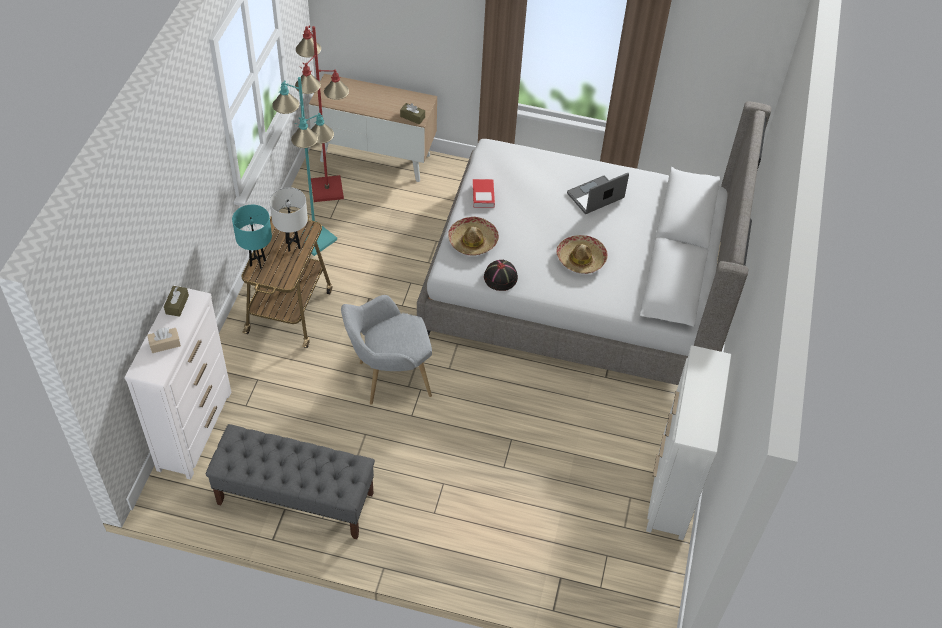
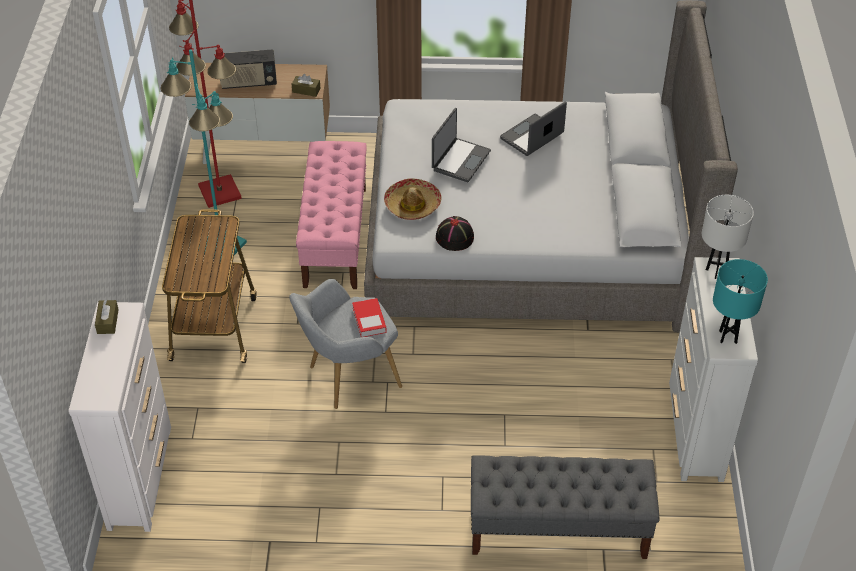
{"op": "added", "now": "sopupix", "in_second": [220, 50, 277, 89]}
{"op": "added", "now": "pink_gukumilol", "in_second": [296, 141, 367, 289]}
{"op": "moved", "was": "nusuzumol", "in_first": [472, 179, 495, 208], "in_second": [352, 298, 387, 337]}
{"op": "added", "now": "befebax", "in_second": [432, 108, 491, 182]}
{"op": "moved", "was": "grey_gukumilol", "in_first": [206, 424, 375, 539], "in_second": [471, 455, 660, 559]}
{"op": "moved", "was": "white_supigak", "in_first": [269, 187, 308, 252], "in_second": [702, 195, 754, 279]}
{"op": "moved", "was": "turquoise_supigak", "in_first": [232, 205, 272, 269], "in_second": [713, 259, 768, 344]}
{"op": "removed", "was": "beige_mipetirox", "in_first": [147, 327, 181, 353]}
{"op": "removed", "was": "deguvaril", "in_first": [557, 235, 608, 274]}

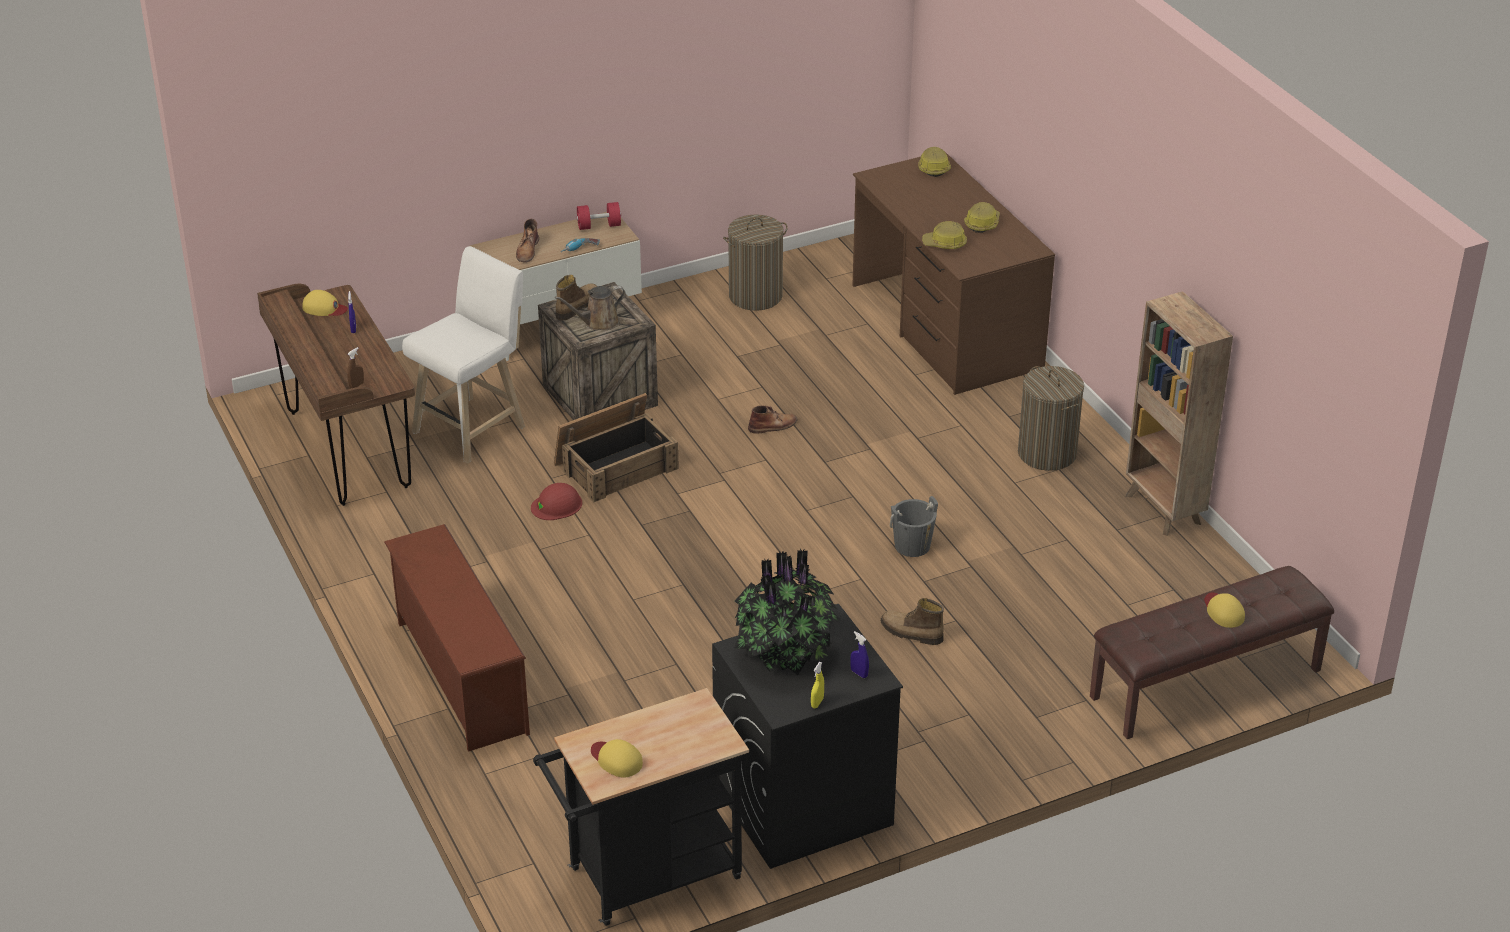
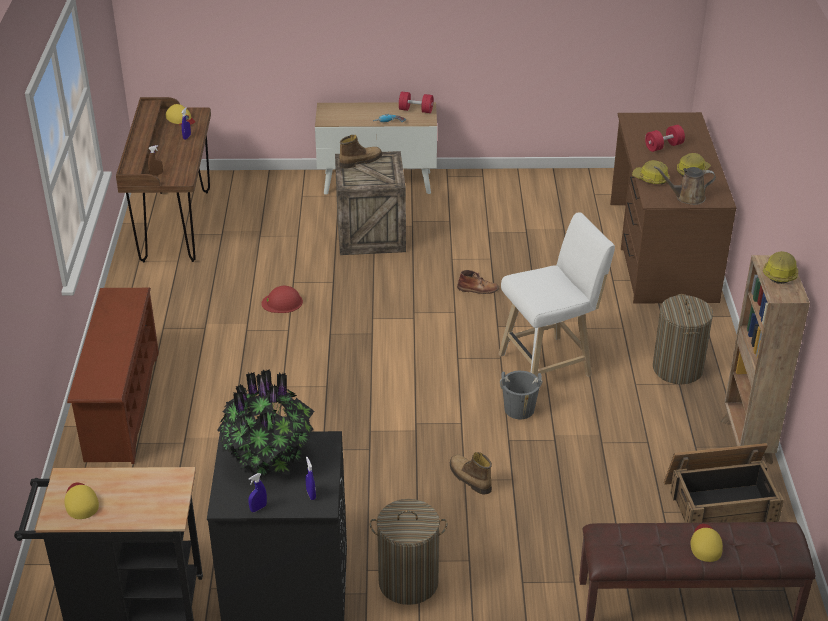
{"op": "recoloured", "was": "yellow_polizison", "now": "blue_polizison", "in_first": [811, 662, 824, 708], "in_second": [248, 473, 267, 512]}
{"op": "moved", "was": "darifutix", "in_first": [723, 215, 788, 311], "in_second": [370, 499, 447, 605]}
{"op": "moved", "was": "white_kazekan", "in_first": [402, 246, 525, 464], "in_second": [498, 212, 615, 376]}
{"op": "added", "now": "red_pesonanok", "in_second": [645, 125, 685, 152]}
{"op": "moved", "was": "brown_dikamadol", "in_first": [555, 285, 626, 330], "in_second": [654, 166, 716, 205]}
{"op": "moved", "was": "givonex", "in_first": [554, 393, 679, 502], "in_second": [664, 443, 784, 523]}
{"op": "moved", "was": "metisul", "in_first": [918, 147, 951, 177], "in_second": [763, 251, 798, 284]}
{"op": "removed", "was": "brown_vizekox", "in_first": [516, 219, 539, 262]}

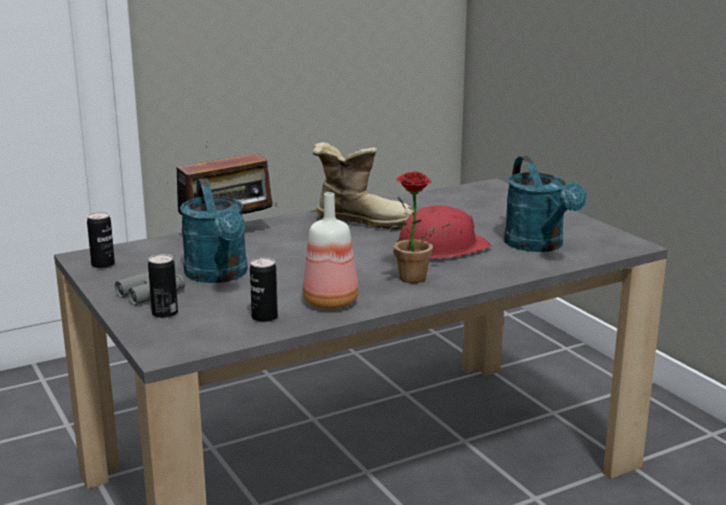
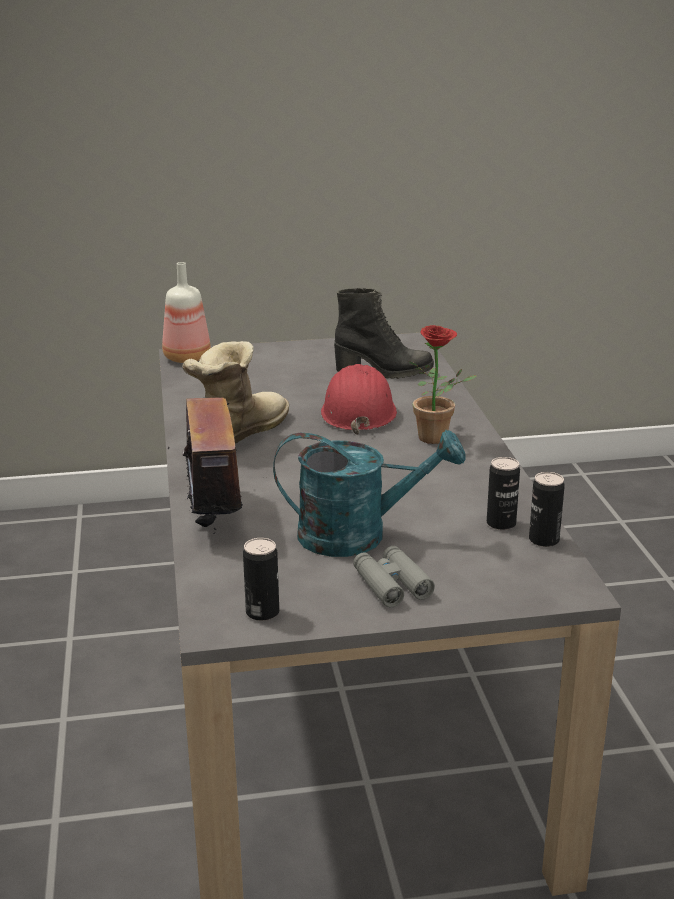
{"op": "moved", "was": "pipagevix", "in_first": [303, 192, 359, 309], "in_second": [162, 262, 211, 363]}
{"op": "replaced", "was": "turquoise_dikamadol", "now": "black_vizekox", "in_first": [504, 156, 587, 252], "in_second": [334, 288, 434, 379]}
{"op": "moved", "was": "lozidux", "in_first": [148, 254, 178, 318], "in_second": [529, 472, 565, 547]}

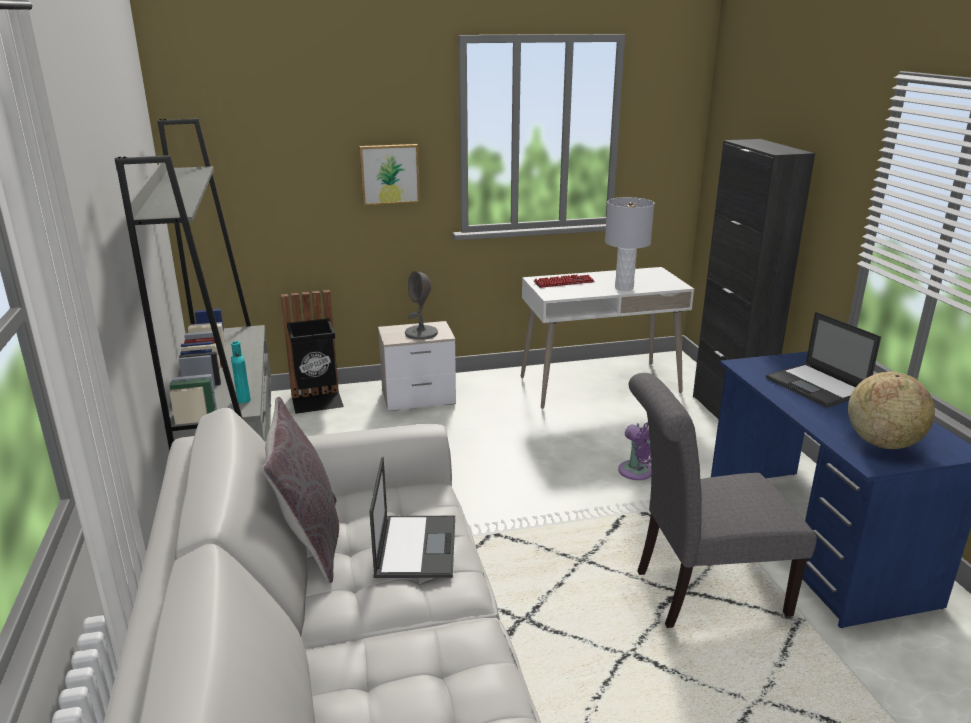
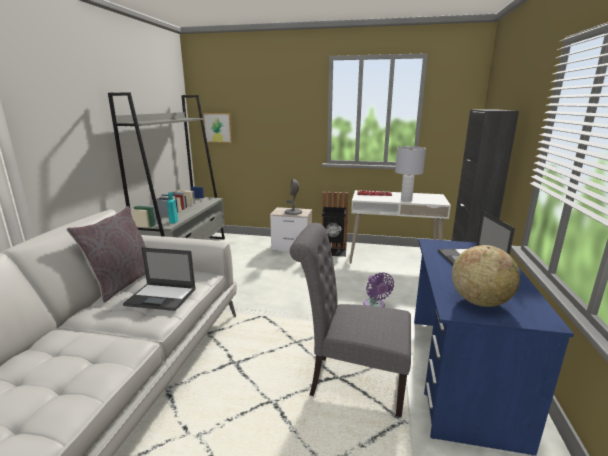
{"op": "turned", "was": "befebax", "in_first": [370, 456, 455, 578], "in_second": [123, 248, 196, 311], "clockwise": 75}
{"op": "moved", "was": "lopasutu", "in_first": [359, 144, 420, 205], "in_second": [203, 113, 233, 143]}
{"op": "moved", "was": "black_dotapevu", "in_first": [281, 290, 344, 414], "in_second": [322, 192, 348, 257]}

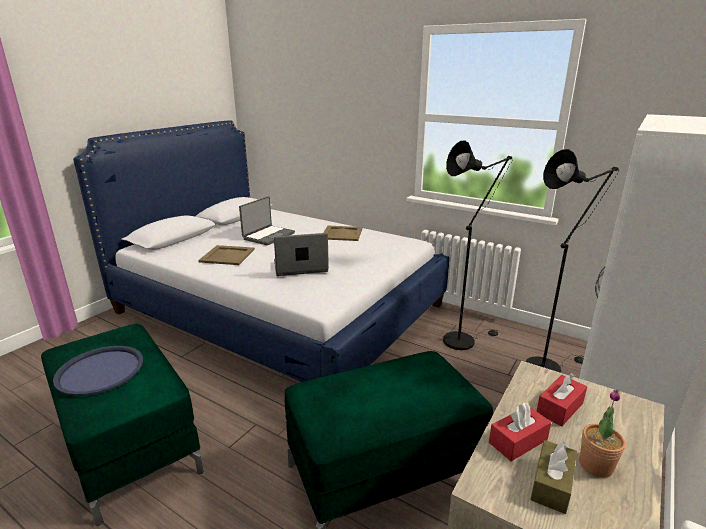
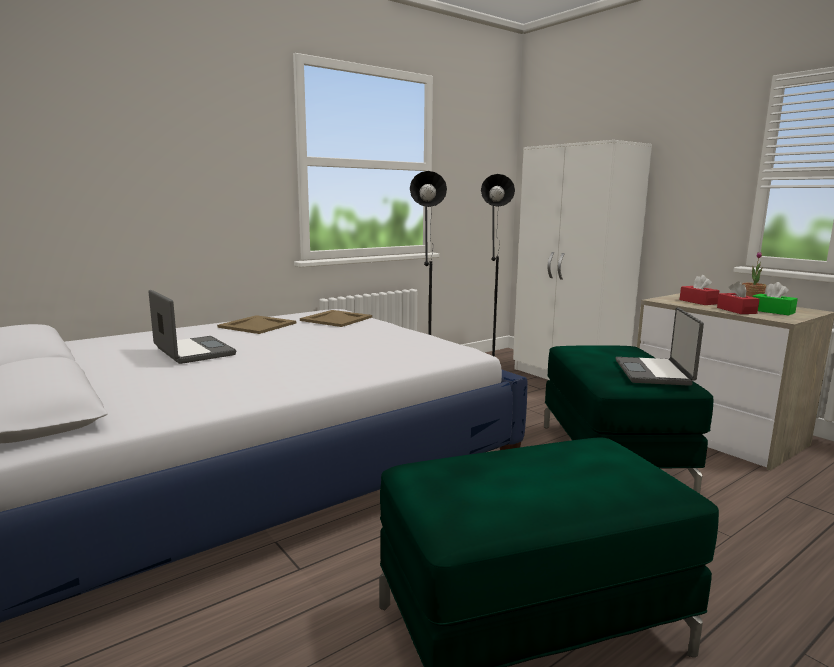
{"op": "moved", "was": "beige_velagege", "in_first": [198, 245, 255, 265], "in_second": [300, 310, 372, 327]}
{"op": "moved", "was": "befebax", "in_first": [274, 233, 329, 276], "in_second": [615, 307, 704, 386]}
{"op": "recoloured", "was": "brown_mipetirox", "now": "green_mipetirox", "in_first": [530, 440, 577, 514], "in_second": [753, 282, 798, 315]}
{"op": "removed", "was": "blue_velagege", "in_first": [53, 346, 143, 396]}

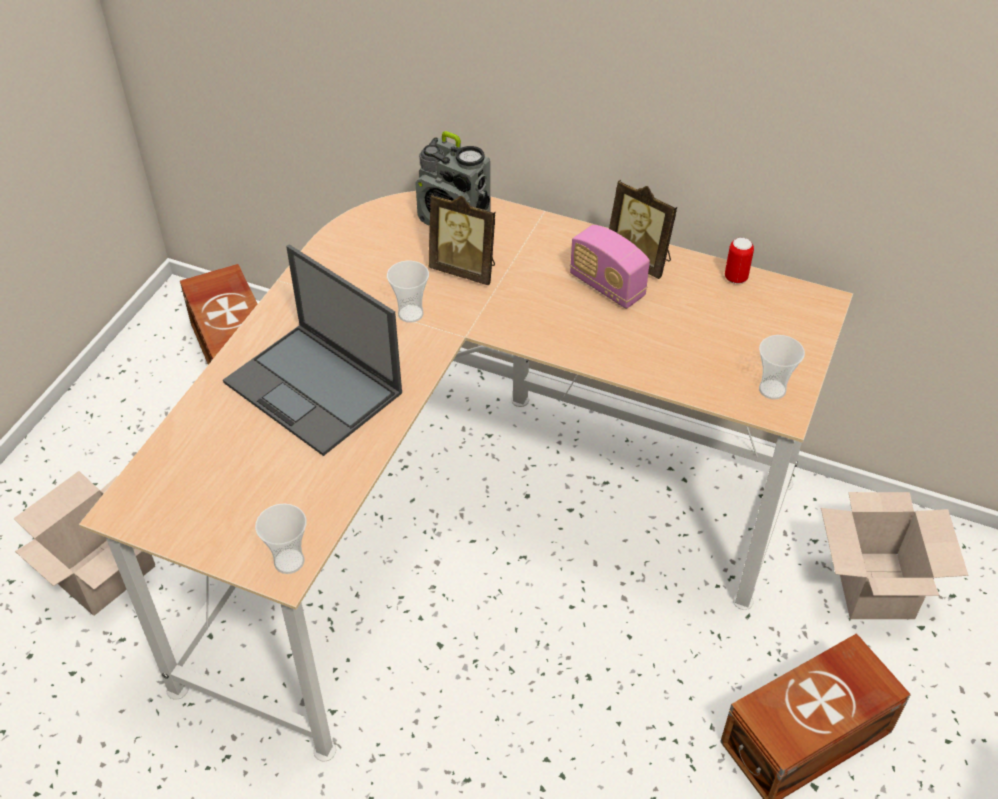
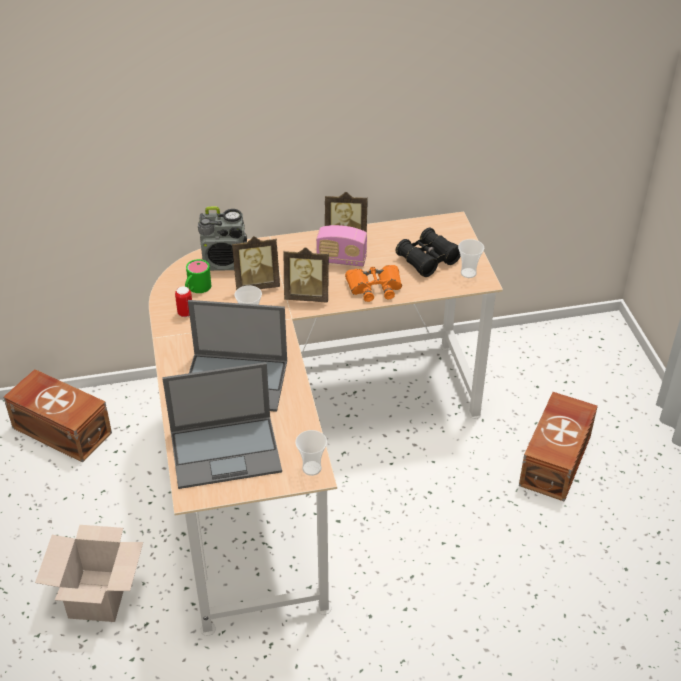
{"op": "added", "now": "befebax", "in_second": [162, 362, 282, 489]}
{"op": "moved", "was": "lozidux", "in_first": [725, 238, 754, 284], "in_second": [175, 286, 192, 317]}
{"op": "added", "now": "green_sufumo", "in_second": [185, 259, 211, 293]}
{"op": "added", "now": "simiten", "in_second": [283, 247, 329, 302]}
{"op": "added", "now": "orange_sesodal", "in_second": [345, 265, 402, 302]}
{"op": "added", "now": "black_sesodal", "in_second": [396, 228, 461, 277]}
{"op": "removed", "was": "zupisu", "in_first": [821, 492, 968, 619]}

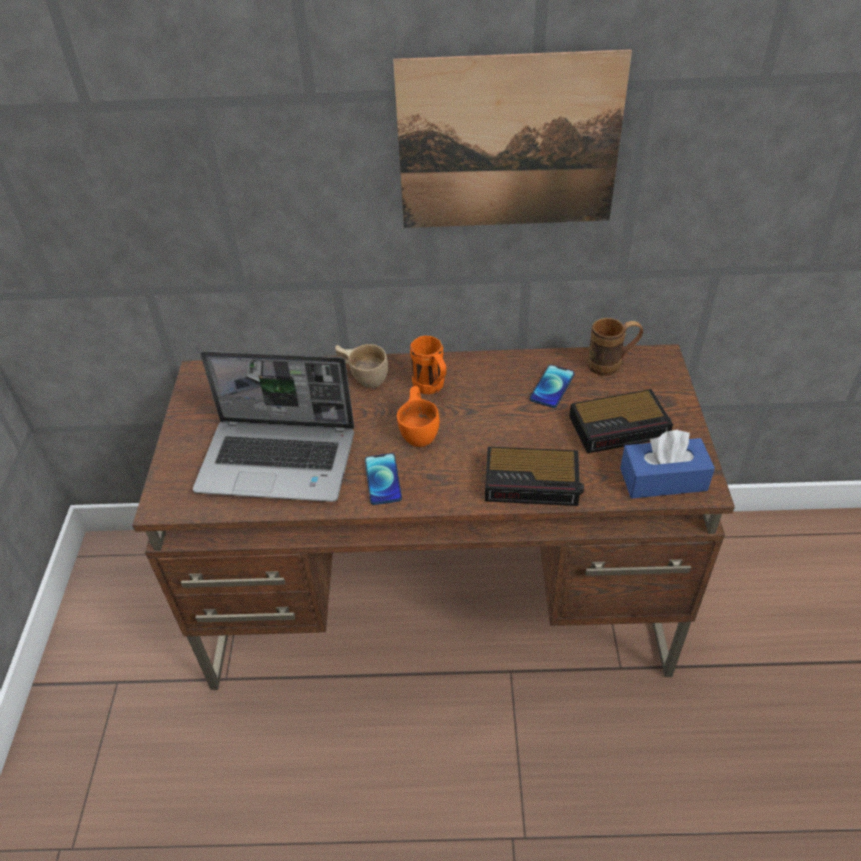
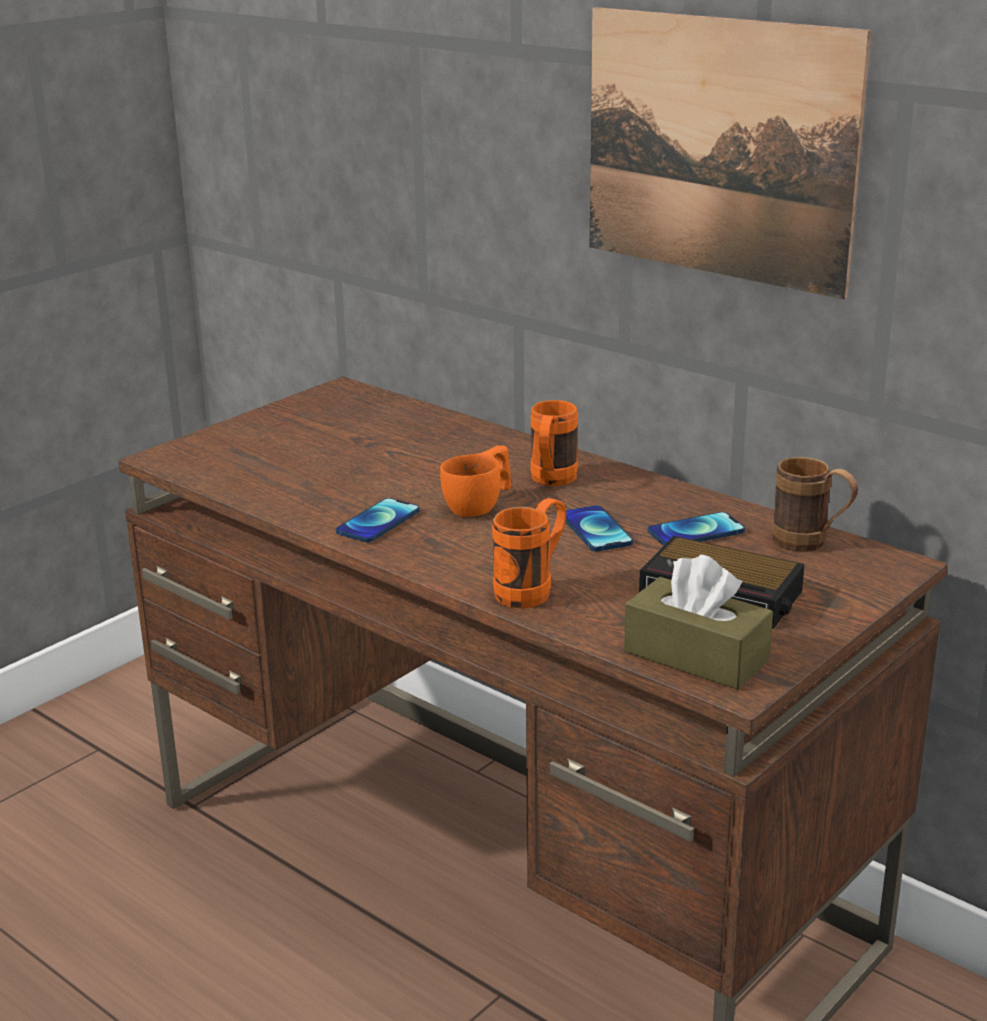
{"op": "replaced", "was": "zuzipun", "now": "orange_sufumo", "in_first": [485, 447, 584, 506], "in_second": [492, 498, 566, 609]}
{"op": "added", "now": "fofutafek", "in_second": [566, 505, 633, 551]}
{"op": "recoloured", "was": "blue_mipetirox", "now": "brown_mipetirox", "in_first": [620, 430, 715, 498], "in_second": [624, 555, 773, 690]}
{"op": "removed", "was": "befebax", "in_first": [193, 351, 354, 502]}
{"op": "removed", "was": "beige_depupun", "in_first": [335, 344, 388, 388]}

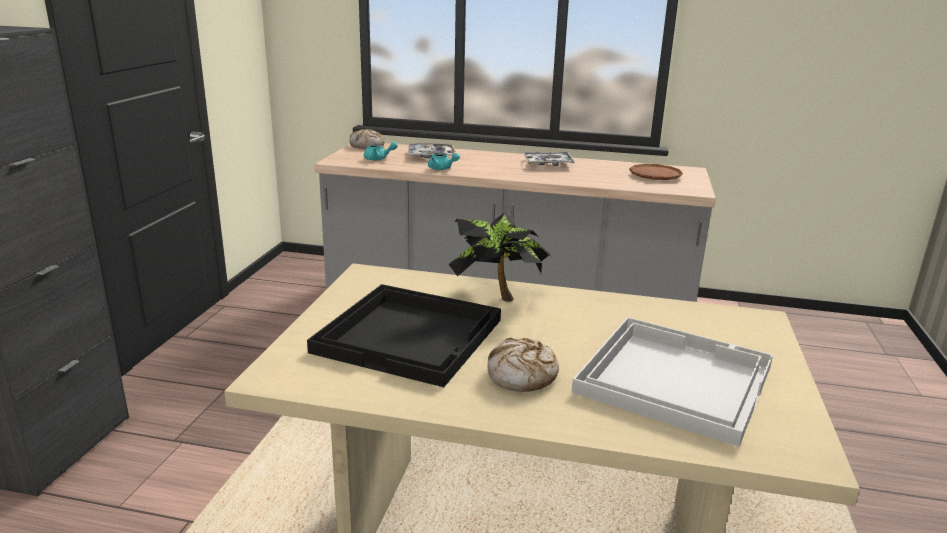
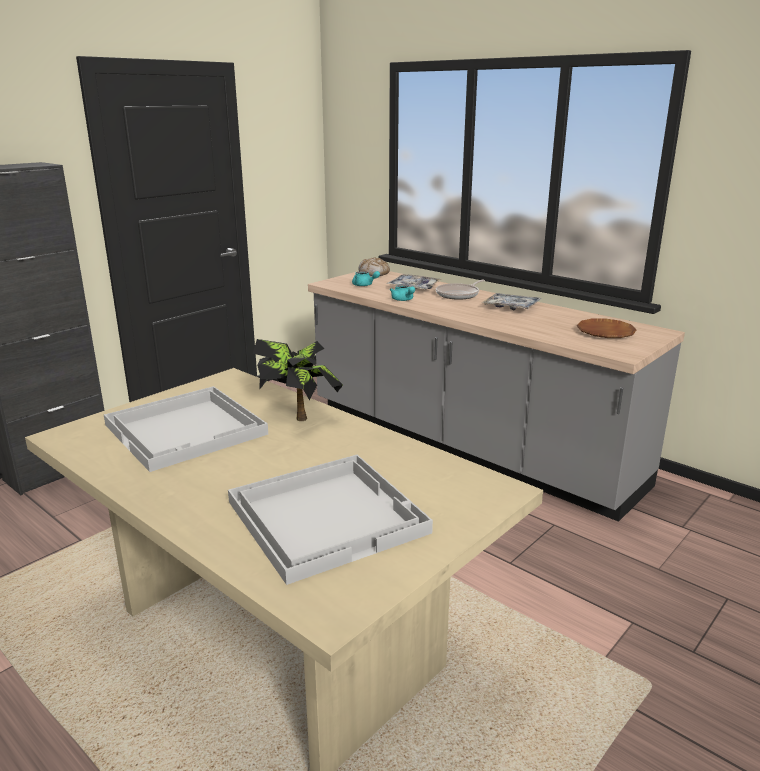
{"op": "recoloured", "was": "black_velagege", "now": "white_velagege", "in_first": [307, 284, 501, 387], "in_second": [104, 386, 268, 472]}
{"op": "added", "now": "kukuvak", "in_second": [436, 280, 485, 300]}
{"op": "removed", "was": "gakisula", "in_first": [487, 338, 559, 392]}

